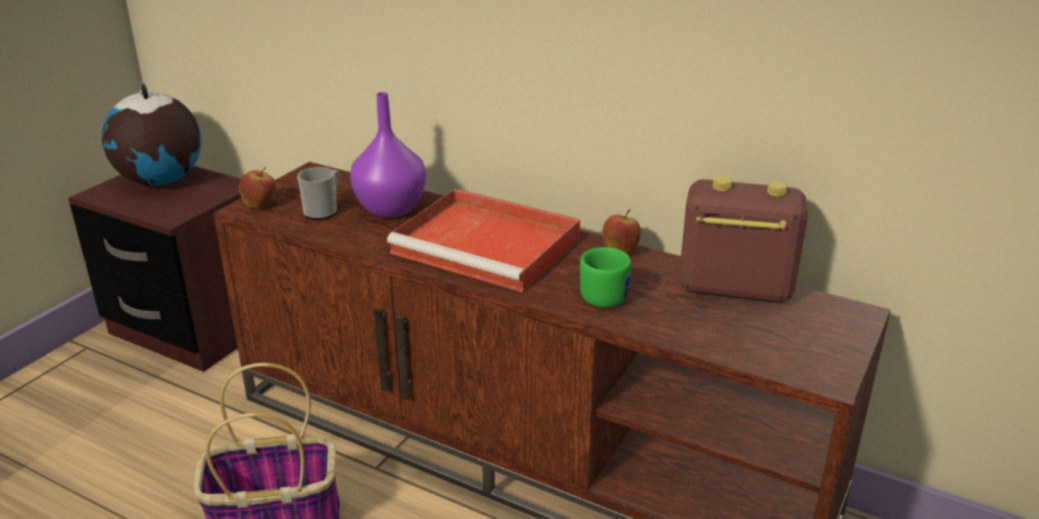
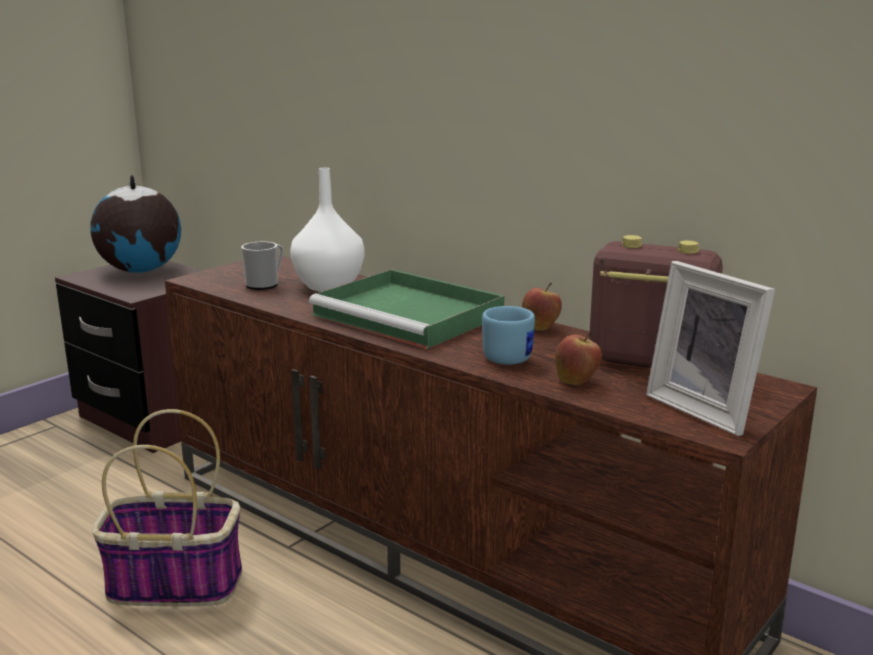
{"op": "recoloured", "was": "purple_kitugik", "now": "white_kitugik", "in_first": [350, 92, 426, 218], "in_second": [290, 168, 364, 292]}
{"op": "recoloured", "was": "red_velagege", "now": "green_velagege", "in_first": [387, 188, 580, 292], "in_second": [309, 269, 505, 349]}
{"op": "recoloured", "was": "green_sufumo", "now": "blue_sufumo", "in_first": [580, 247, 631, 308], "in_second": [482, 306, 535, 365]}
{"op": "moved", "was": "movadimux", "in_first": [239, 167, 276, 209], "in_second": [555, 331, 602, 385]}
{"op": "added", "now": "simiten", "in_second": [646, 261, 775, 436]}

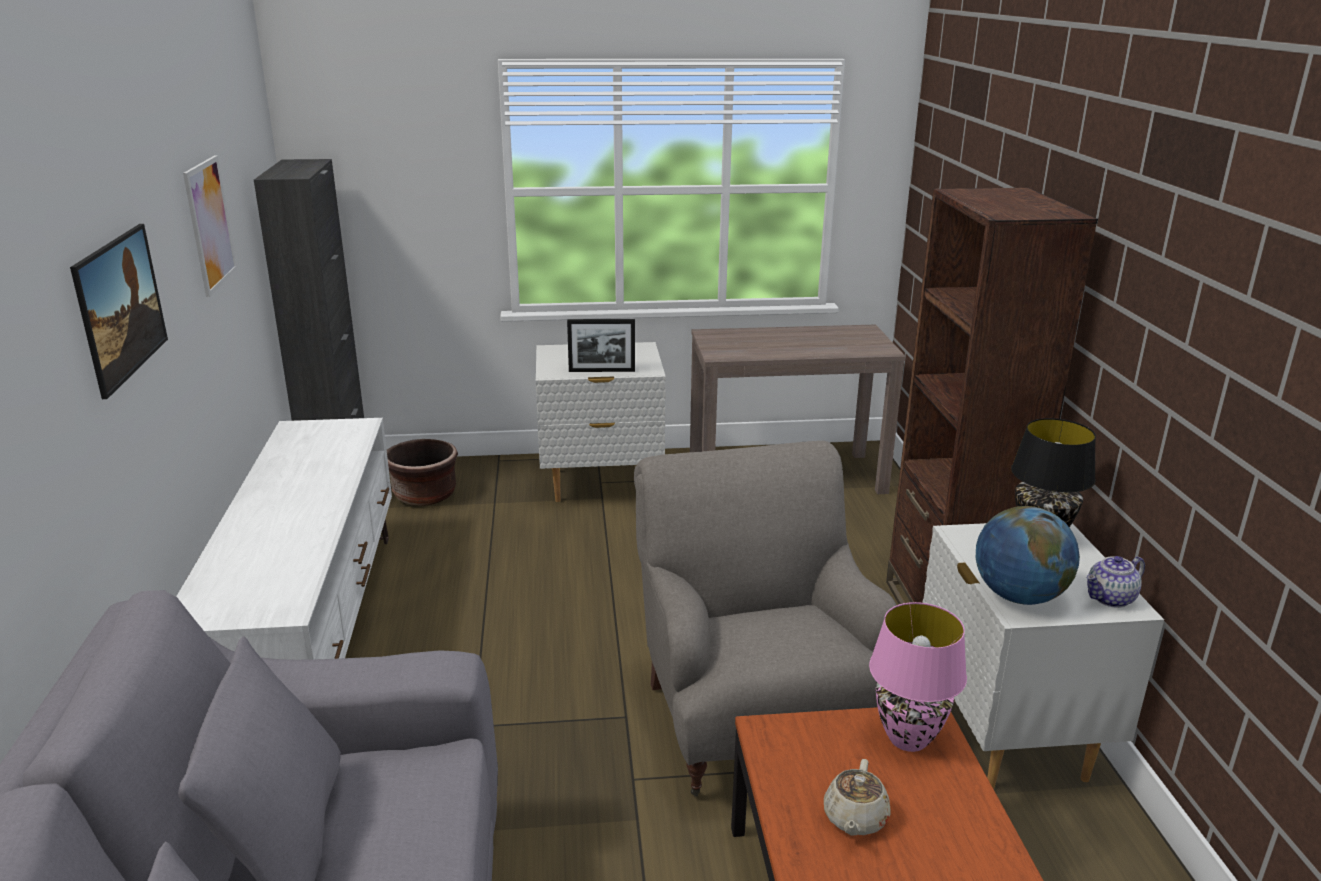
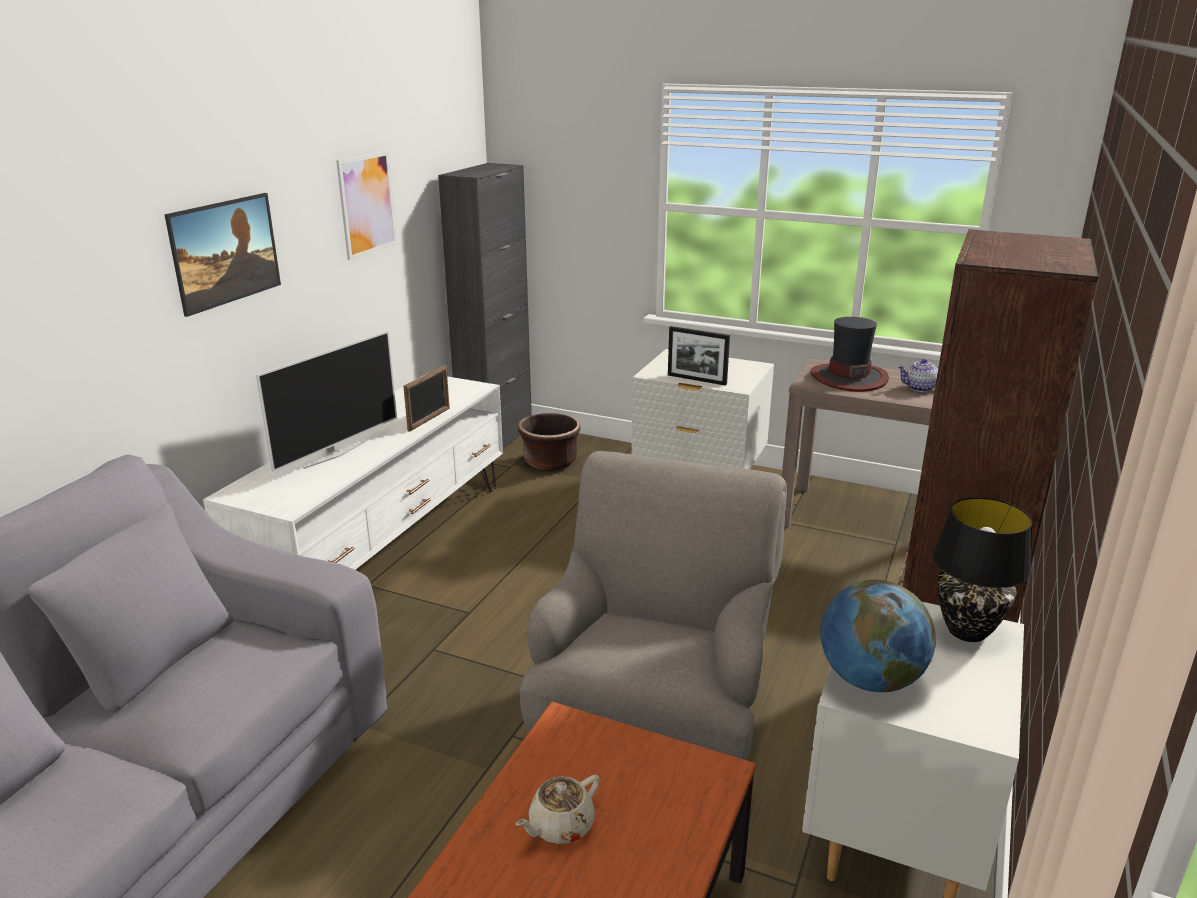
{"op": "added", "now": "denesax", "in_second": [256, 331, 397, 472]}
{"op": "added", "now": "simiten", "in_second": [403, 365, 450, 432]}
{"op": "added", "now": "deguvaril", "in_second": [810, 317, 889, 392]}
{"op": "moved", "was": "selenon", "in_first": [1087, 556, 1145, 608], "in_second": [897, 358, 939, 392]}
{"op": "removed", "was": "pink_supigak", "in_first": [869, 602, 967, 752]}

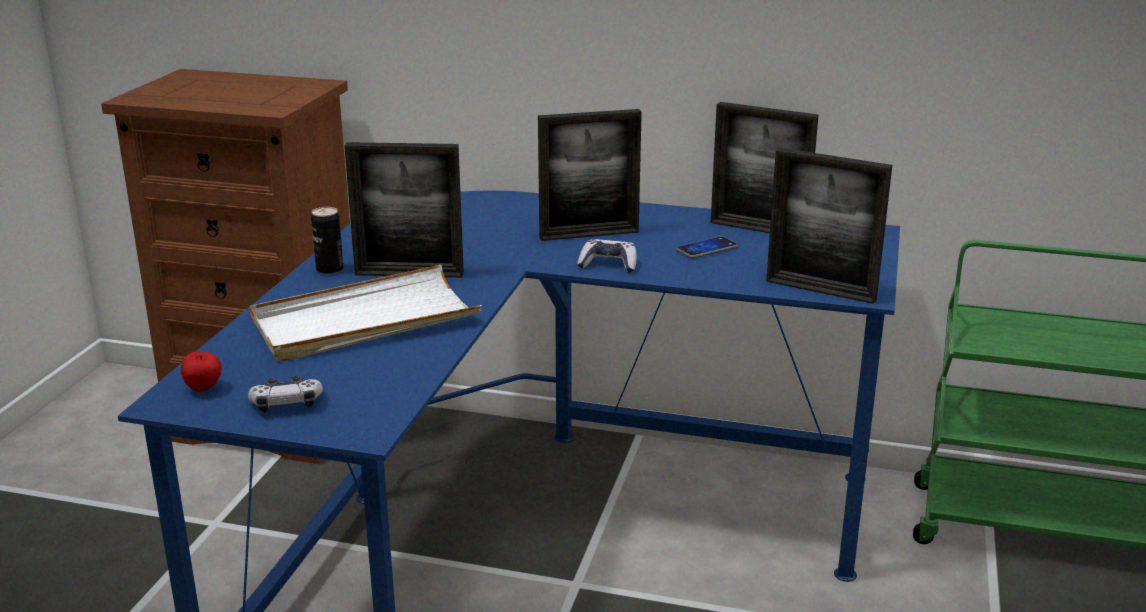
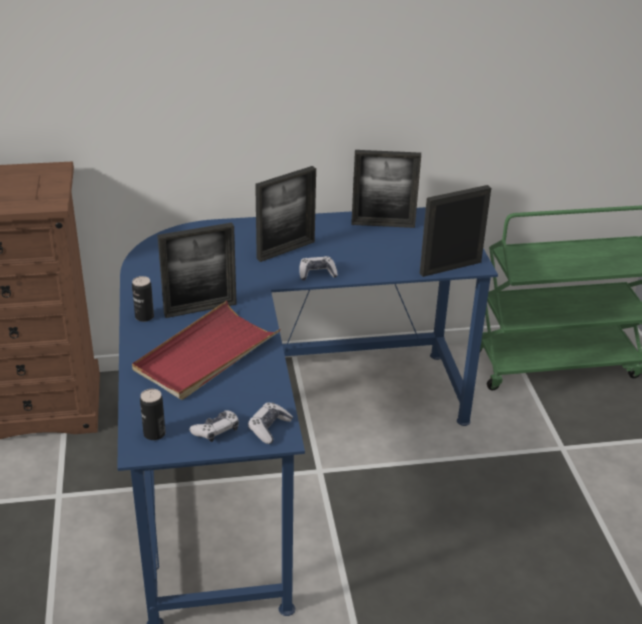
{"op": "recoloured", "was": "white_velagege", "now": "red_velagege", "in_first": [249, 265, 482, 362], "in_second": [132, 301, 281, 400]}
{"op": "replaced", "was": "movadimux", "now": "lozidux", "in_first": [181, 351, 222, 392], "in_second": [140, 389, 166, 440]}
{"op": "added", "now": "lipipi", "in_second": [248, 403, 293, 444]}
{"op": "turned", "was": "simiten", "in_first": [766, 148, 892, 304], "in_second": [420, 185, 491, 277], "clockwise": 150}
{"op": "removed", "was": "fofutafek", "in_first": [676, 236, 738, 258]}

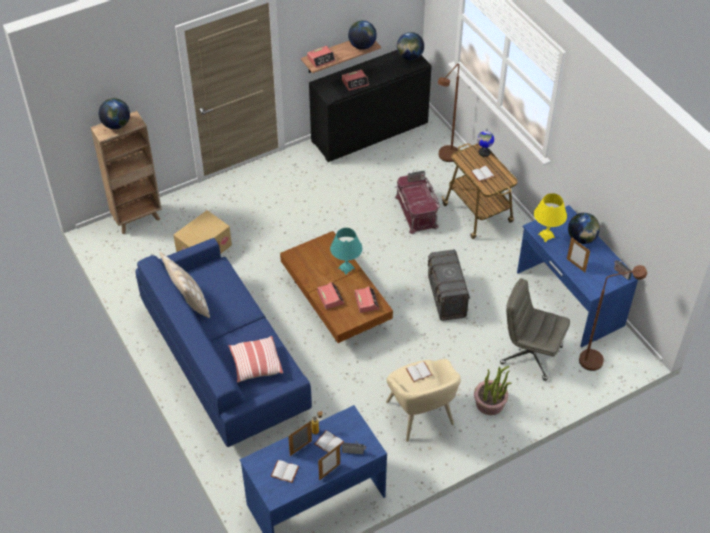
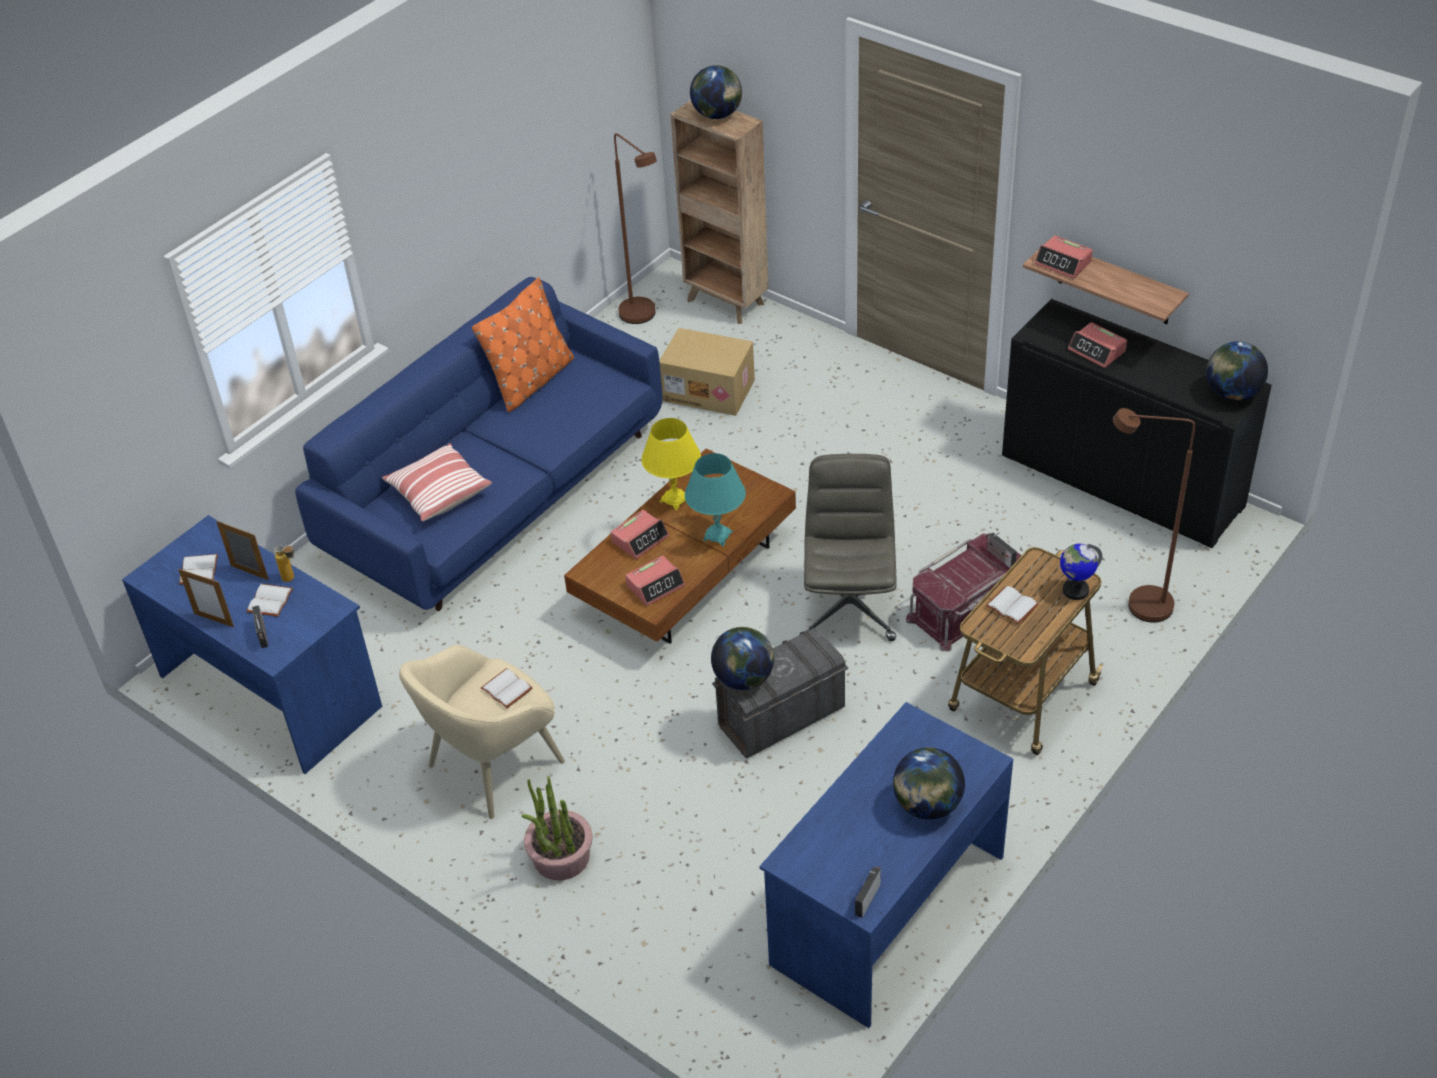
{"op": "recoloured", "was": "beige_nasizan", "now": "orange_nasizan", "in_first": [159, 252, 210, 318], "in_second": [472, 277, 574, 412]}
{"op": "moved", "was": "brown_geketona", "in_first": [579, 265, 647, 371], "in_second": [614, 133, 657, 324]}
{"op": "moved", "was": "yellow_supigak", "in_first": [534, 193, 567, 242], "in_second": [642, 418, 701, 510]}
{"op": "moved", "was": "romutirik", "in_first": [348, 21, 377, 49], "in_second": [711, 627, 774, 690]}
{"op": "moved", "was": "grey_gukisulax", "in_first": [500, 278, 570, 381], "in_second": [804, 454, 897, 641]}
{"op": "removed", "was": "simiten", "in_first": [567, 237, 590, 272]}

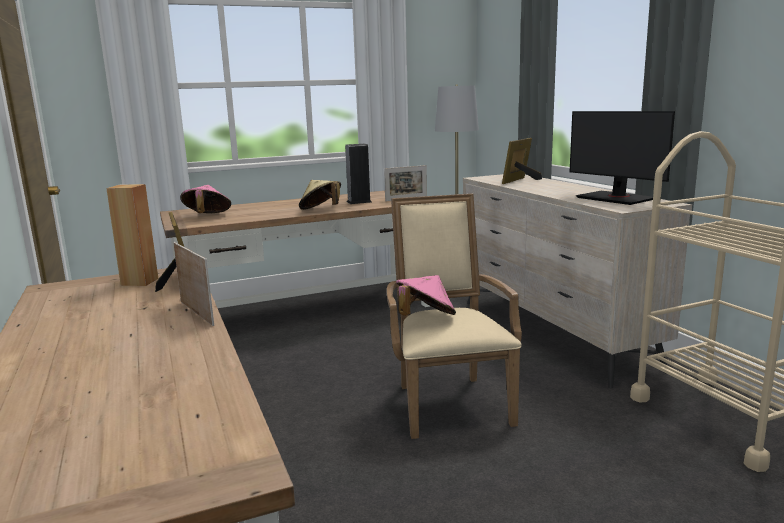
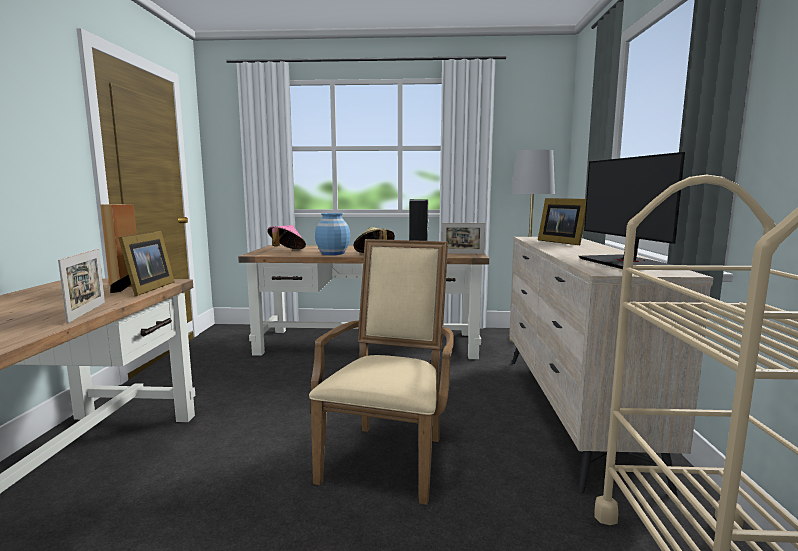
{"op": "added", "now": "blue_kitugik", "in_second": [315, 213, 350, 255]}
{"op": "turned", "was": "simiten", "in_first": [502, 138, 542, 184], "in_second": [538, 198, 586, 245], "clockwise": -90}
{"op": "removed", "was": "pink_deguvaril", "in_first": [396, 275, 456, 316]}

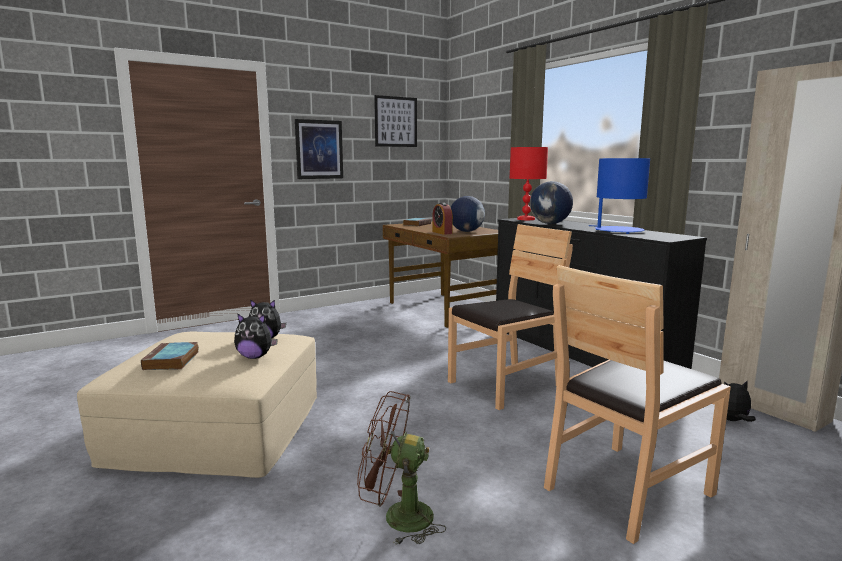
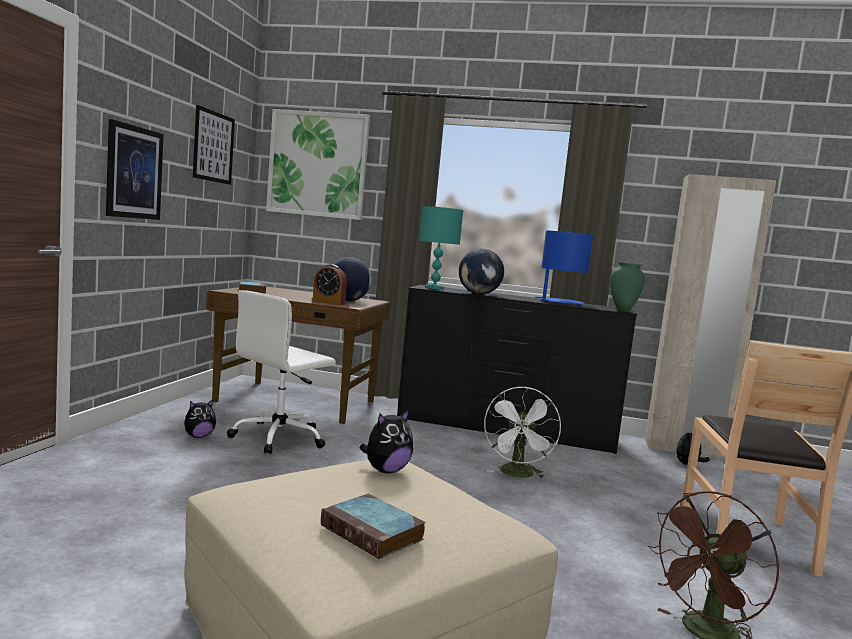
{"op": "moved", "was": "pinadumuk", "in_first": [234, 313, 278, 359], "in_second": [184, 399, 216, 438]}
{"op": "added", "now": "white_gukisulax", "in_second": [227, 290, 336, 454]}
{"op": "added", "now": "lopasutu", "in_second": [266, 109, 370, 220]}
{"op": "recoloured", "was": "red_supigak", "now": "turquoise_supigak", "in_first": [509, 147, 548, 220], "in_second": [419, 206, 463, 289]}
{"op": "replaced", "was": "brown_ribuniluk", "now": "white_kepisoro", "in_first": [448, 224, 573, 410], "in_second": [484, 387, 561, 478]}
{"op": "added", "now": "green_kitugik", "in_second": [610, 262, 645, 312]}

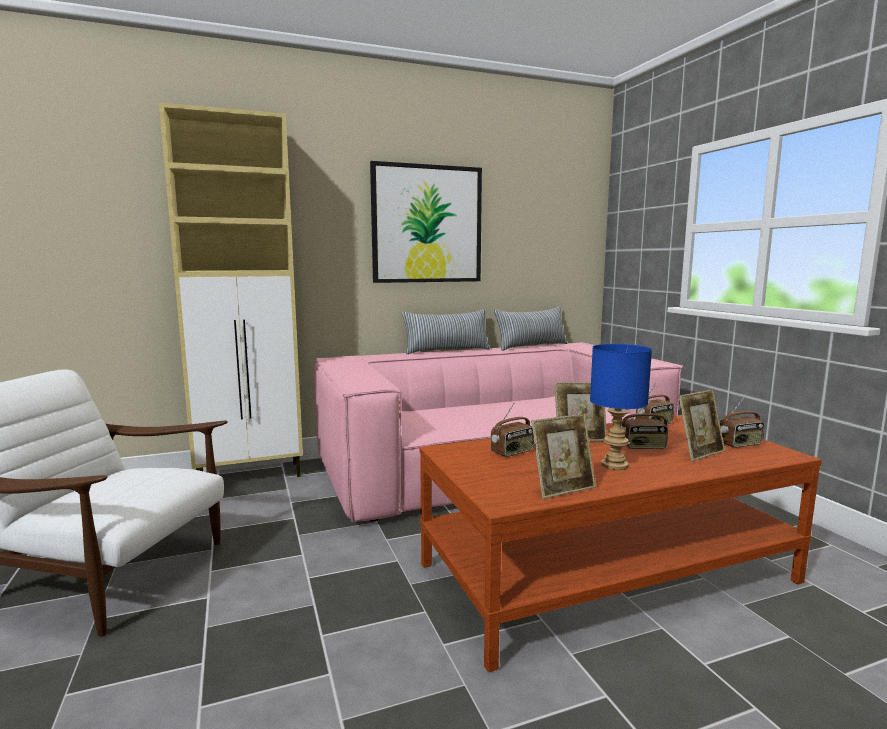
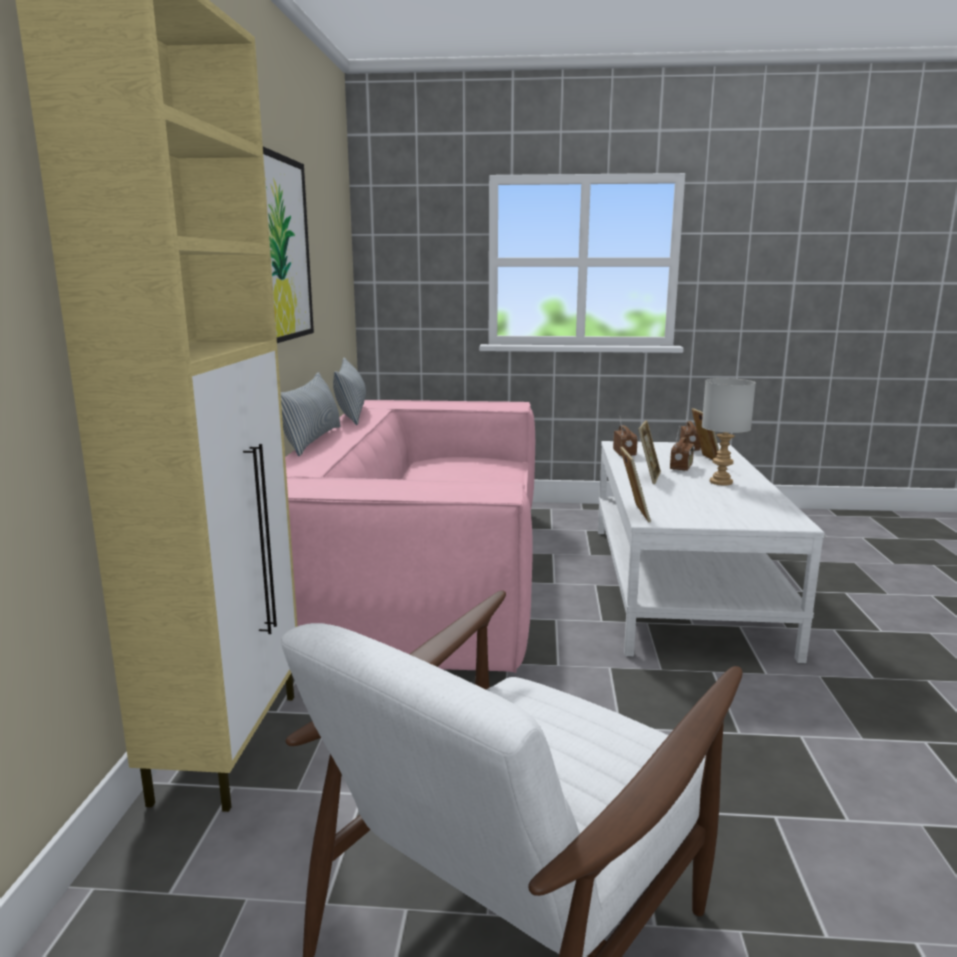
{"op": "recoloured", "was": "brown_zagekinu", "now": "white_zagekinu", "in_first": [419, 415, 822, 672], "in_second": [598, 441, 825, 663]}
{"op": "moved", "was": "simiten", "in_first": [531, 414, 596, 499], "in_second": [620, 447, 651, 522]}
{"op": "recoloured", "was": "blue_supigak", "now": "grey_supigak", "in_first": [590, 344, 652, 470], "in_second": [702, 378, 756, 485]}
{"op": "removed", "was": "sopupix", "in_first": [491, 403, 534, 457]}

